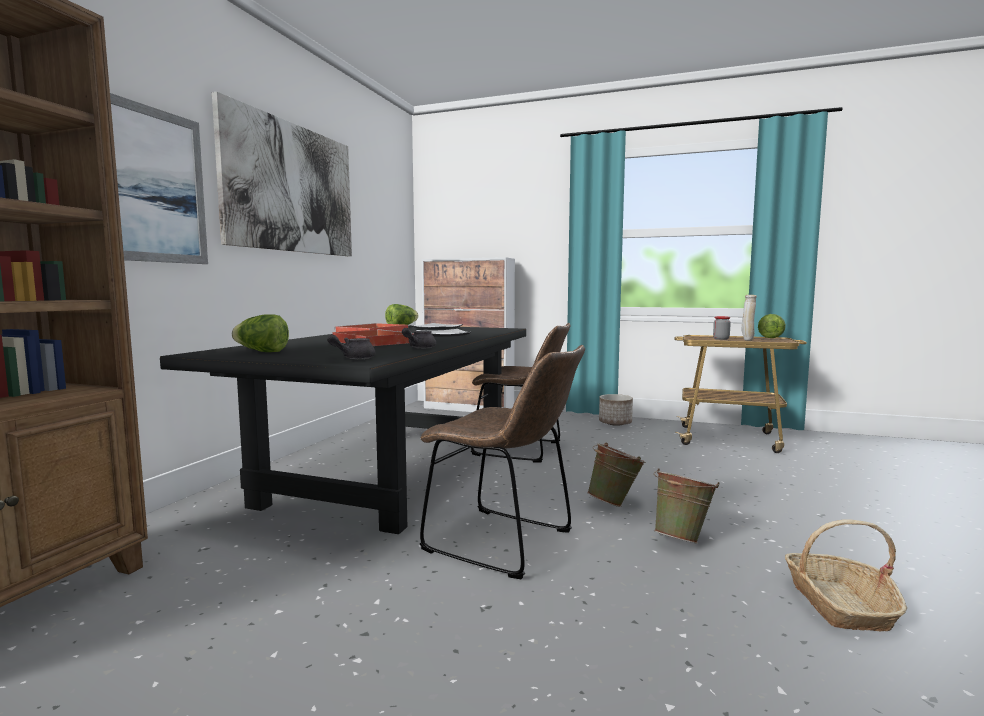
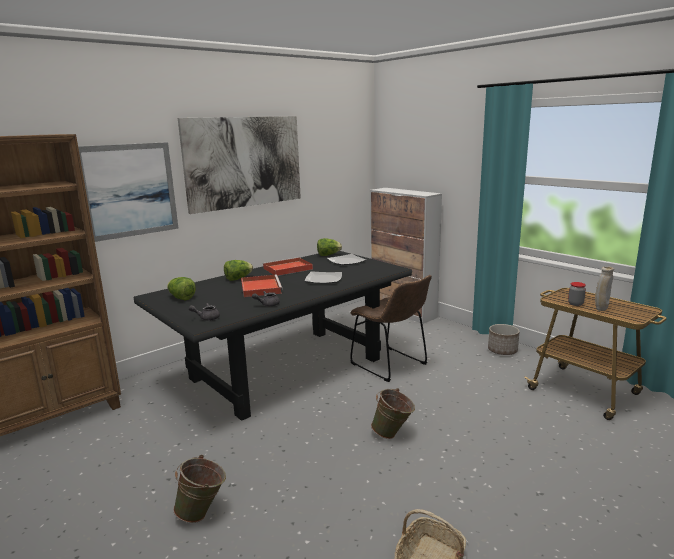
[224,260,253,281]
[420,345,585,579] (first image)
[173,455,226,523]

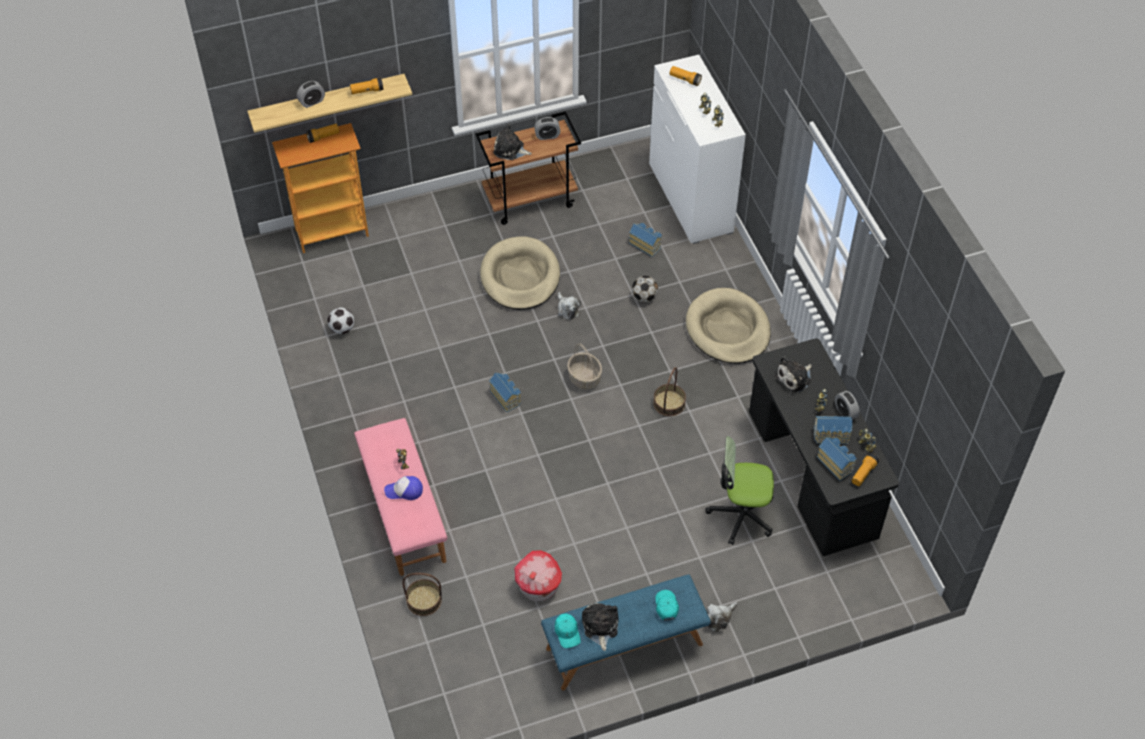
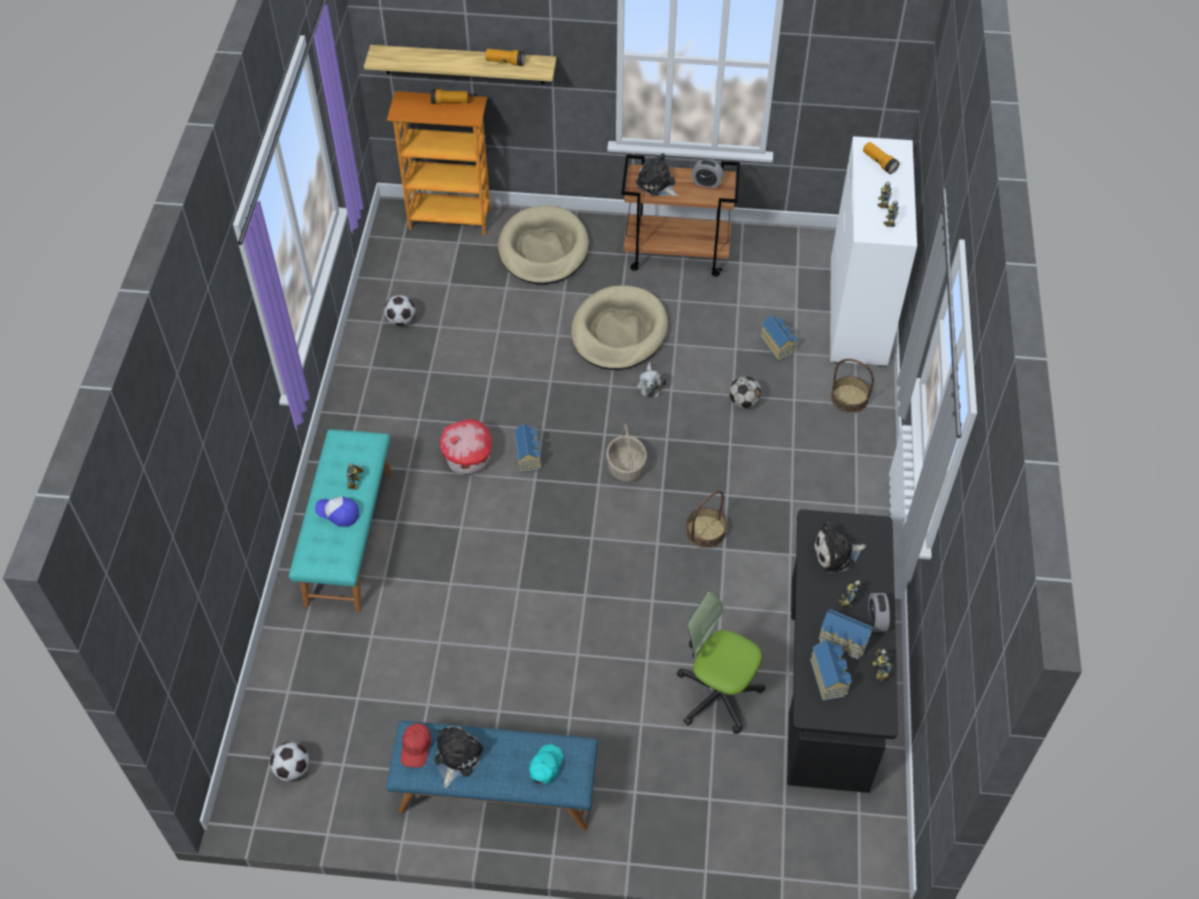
[297,81,325,108] (first image)
[498,205,589,284]
[289,429,392,612]
[851,453,879,486] (first image)
[440,419,492,474]
[831,359,874,413]
[706,602,738,632] (first image)
[401,723,431,768]
[270,742,309,781]

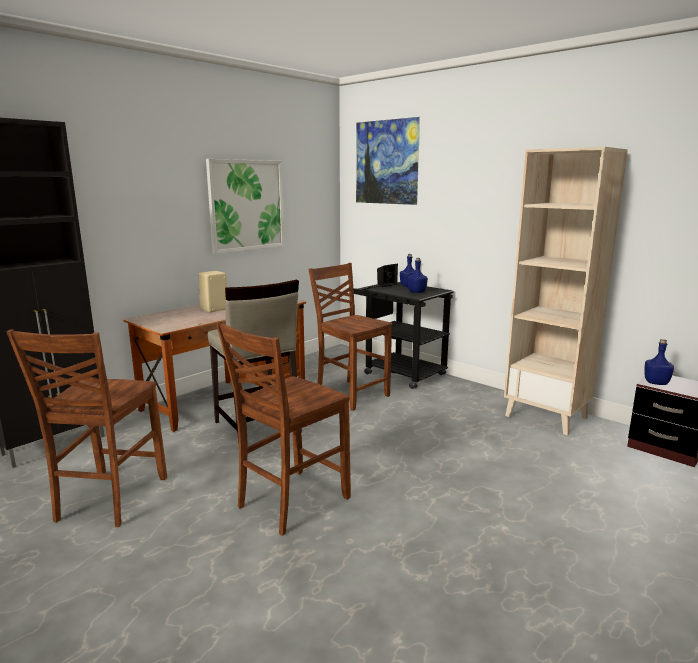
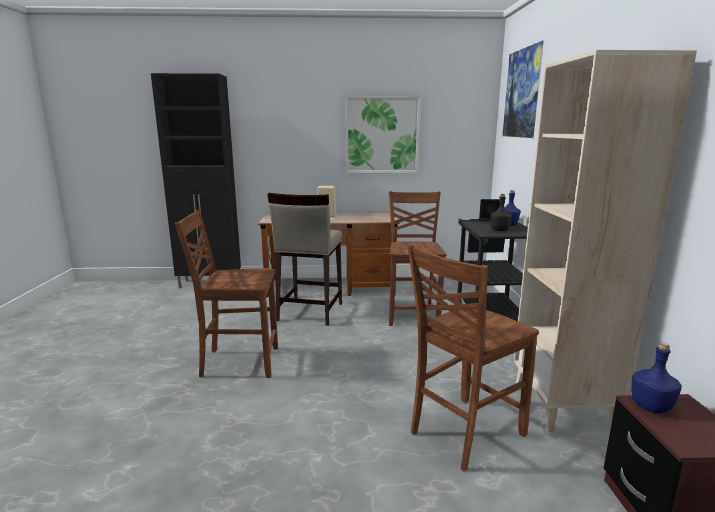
[490,194,512,231]
[408,244,539,472]

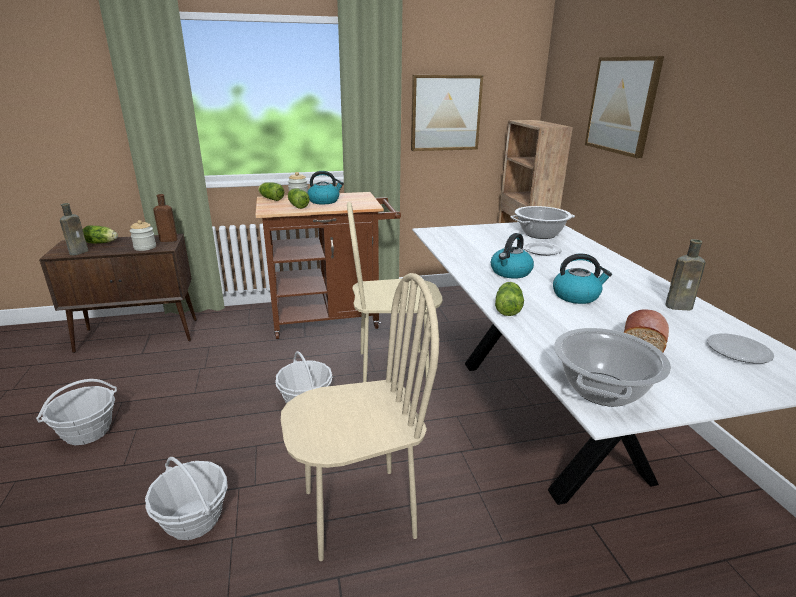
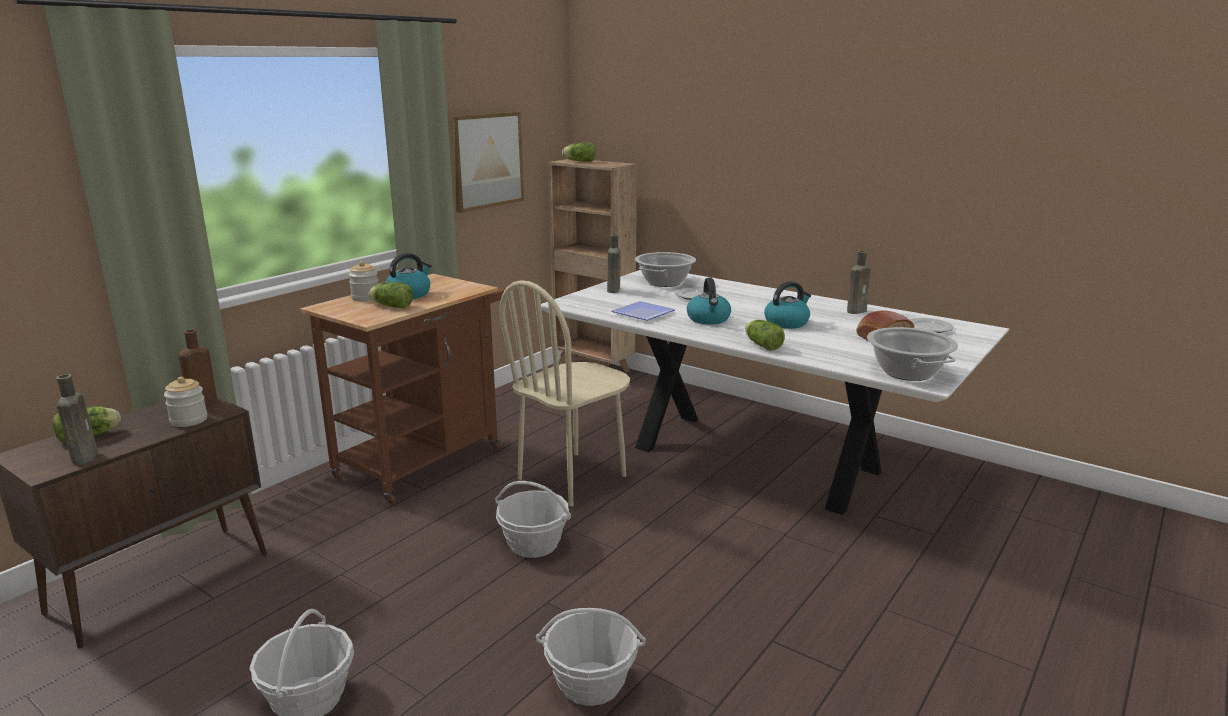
[585,56,664,158] (first image)
[562,142,596,162]
[281,273,439,561] (first image)
[607,234,621,293]
[612,301,675,321]

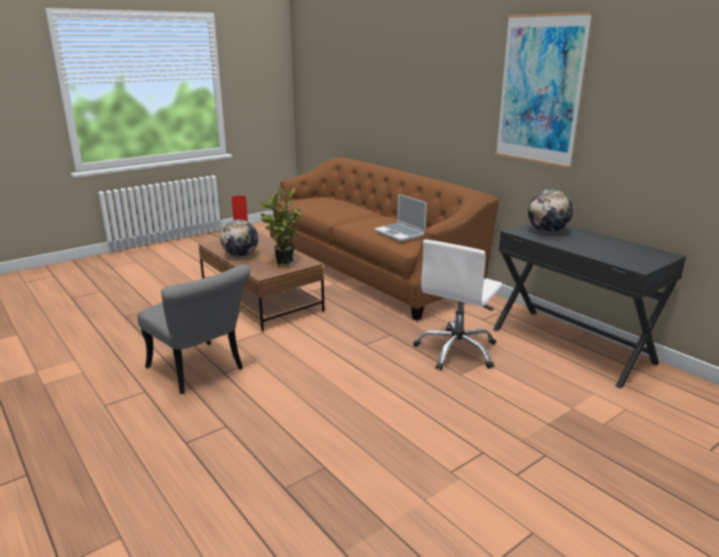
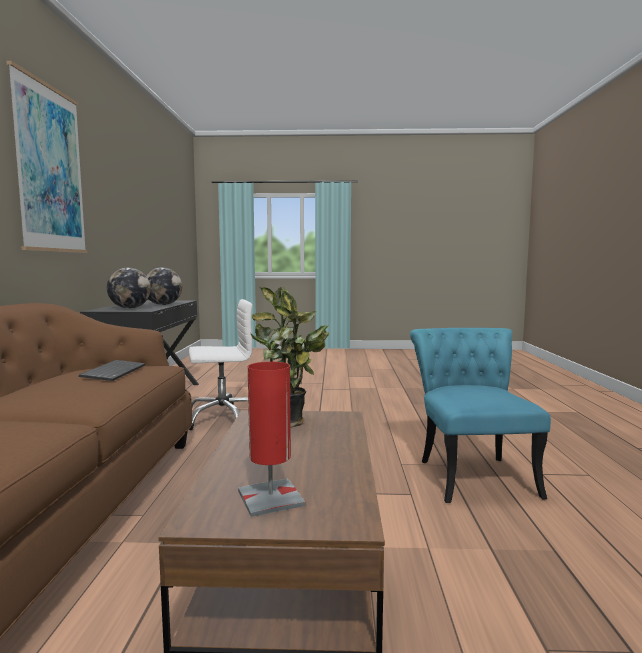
[79,360,145,381]
[146,267,182,305]
[410,328,551,503]

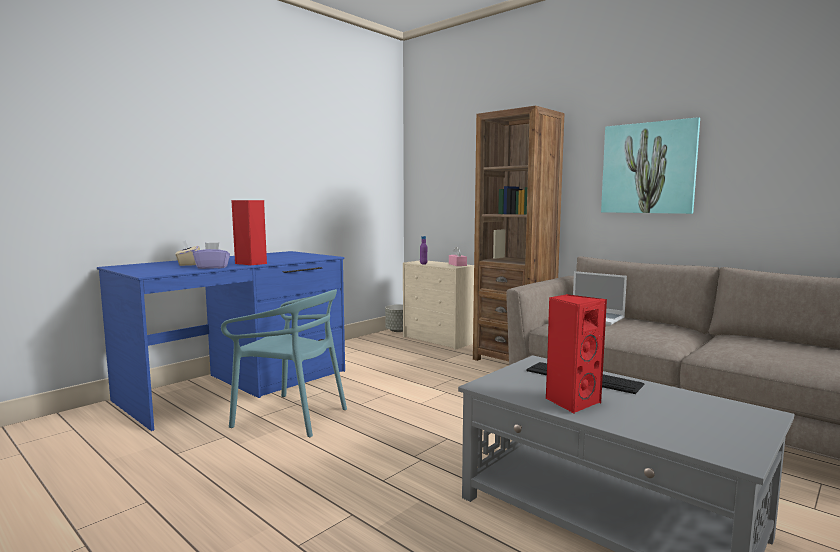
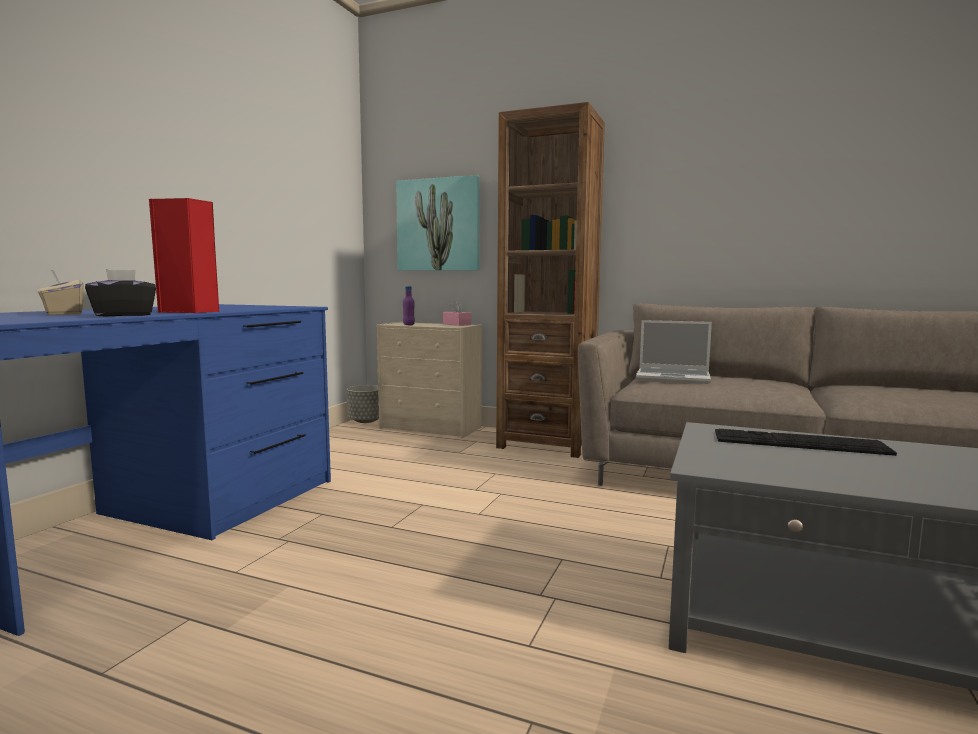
[396,175,480,271]
[85,270,156,316]
[221,289,347,437] (first image)
[545,294,607,413] (first image)

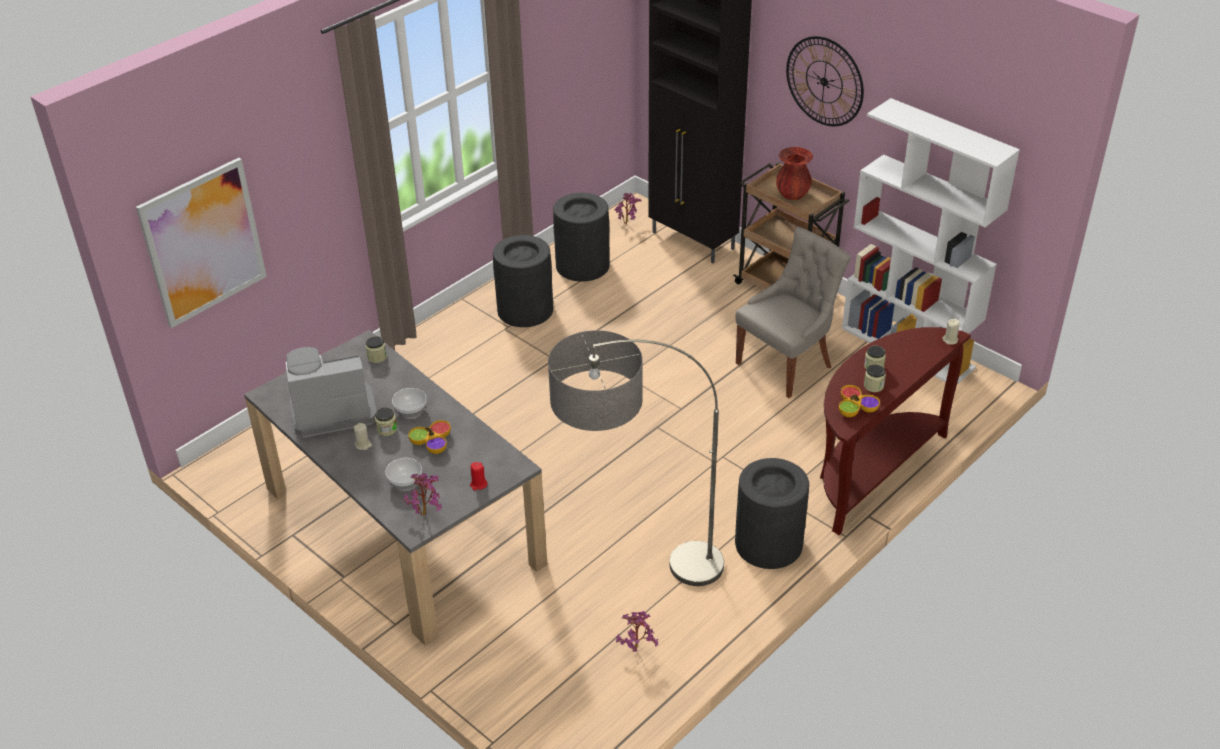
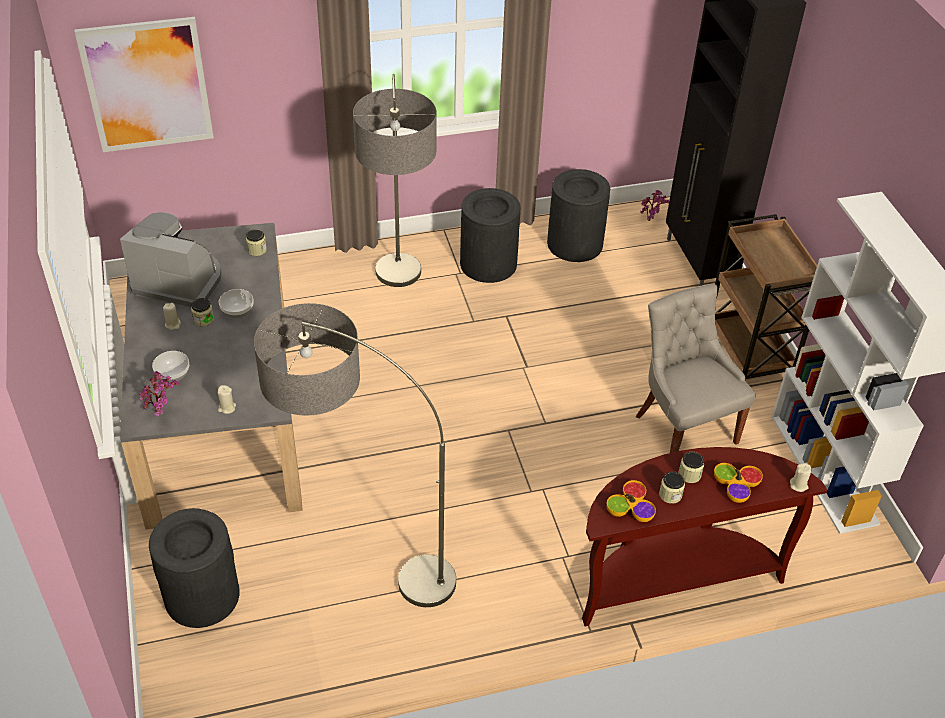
[786,36,864,126] (first image)
[776,147,813,200] (first image)
[636,284,756,453]
[714,463,763,503]
[149,508,240,628]
[218,385,236,414]
[616,611,658,652] (first image)
[353,74,437,287]

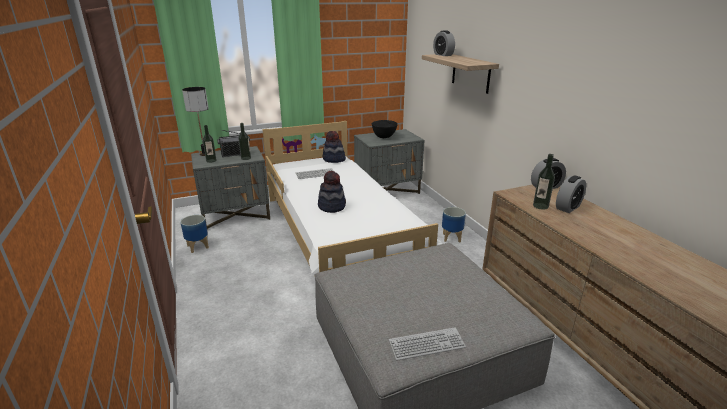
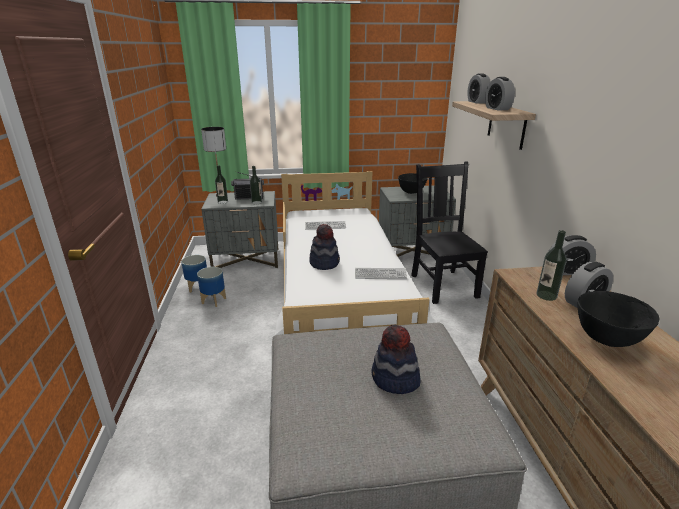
[372,325,420,394]
[197,267,226,307]
[355,268,407,279]
[485,77,515,111]
[411,162,488,304]
[578,291,660,347]

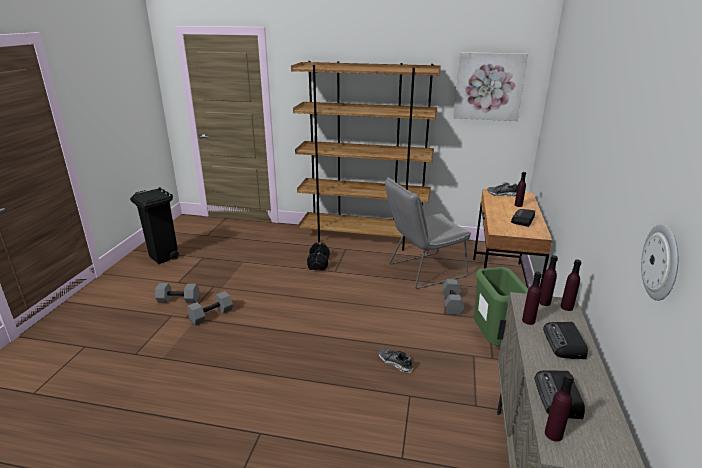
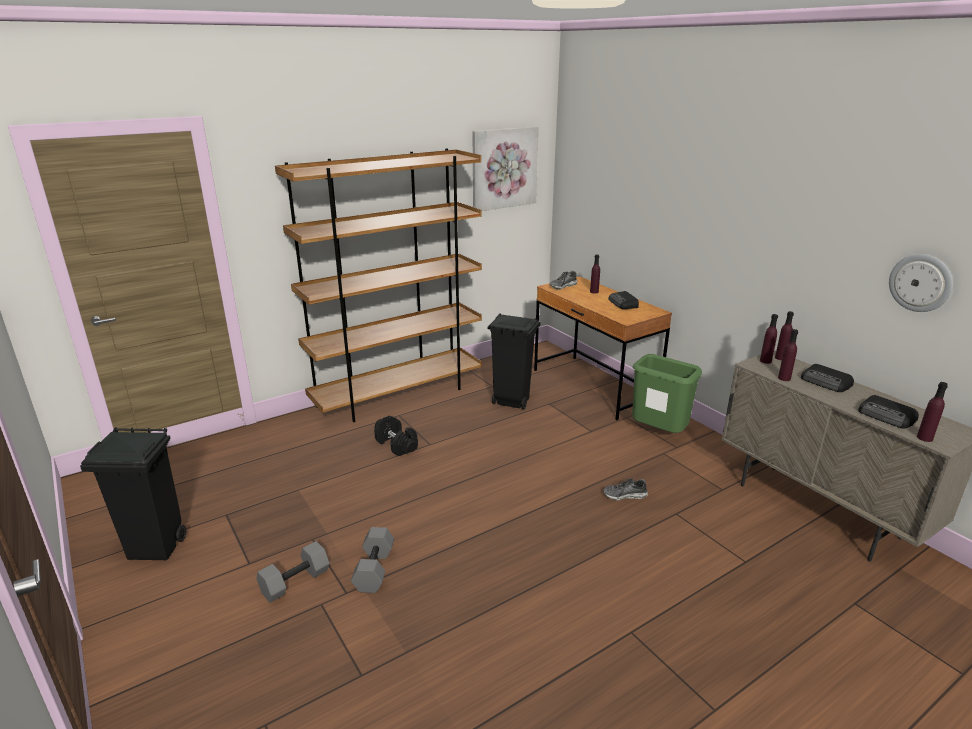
[487,313,540,410]
[442,279,465,315] (first image)

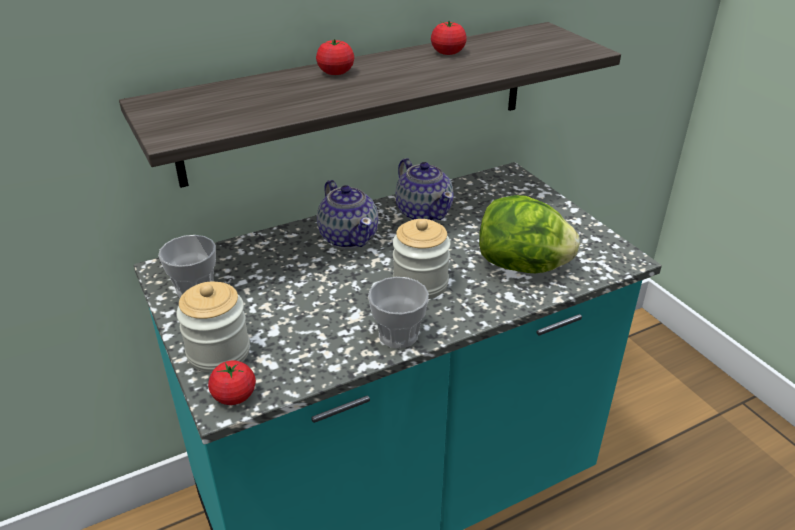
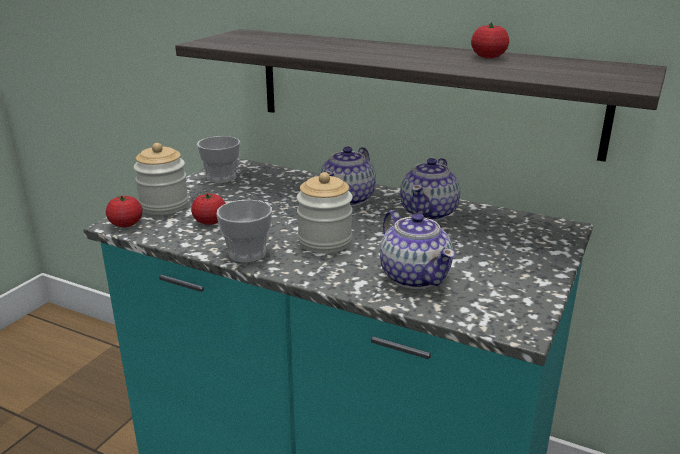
[191,193,226,225]
[380,210,455,289]

